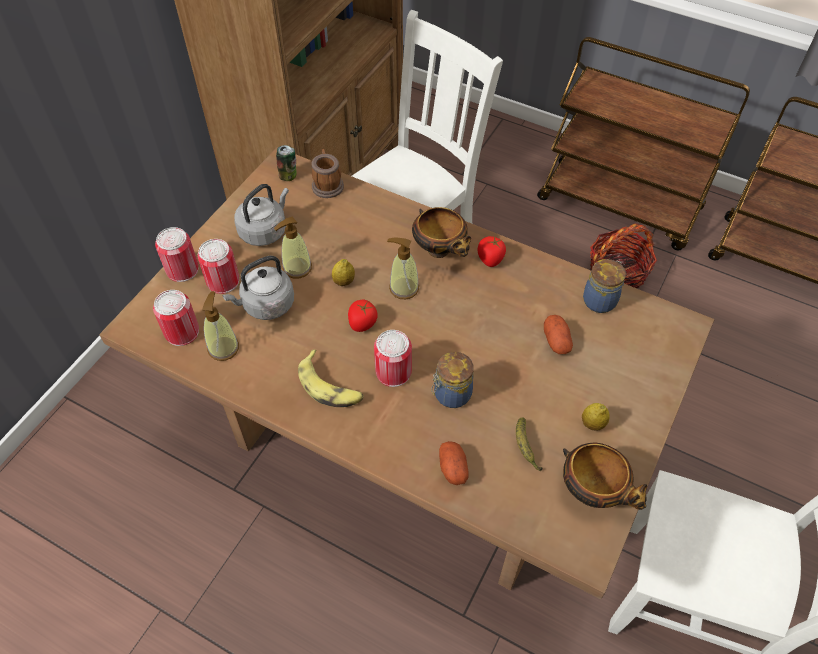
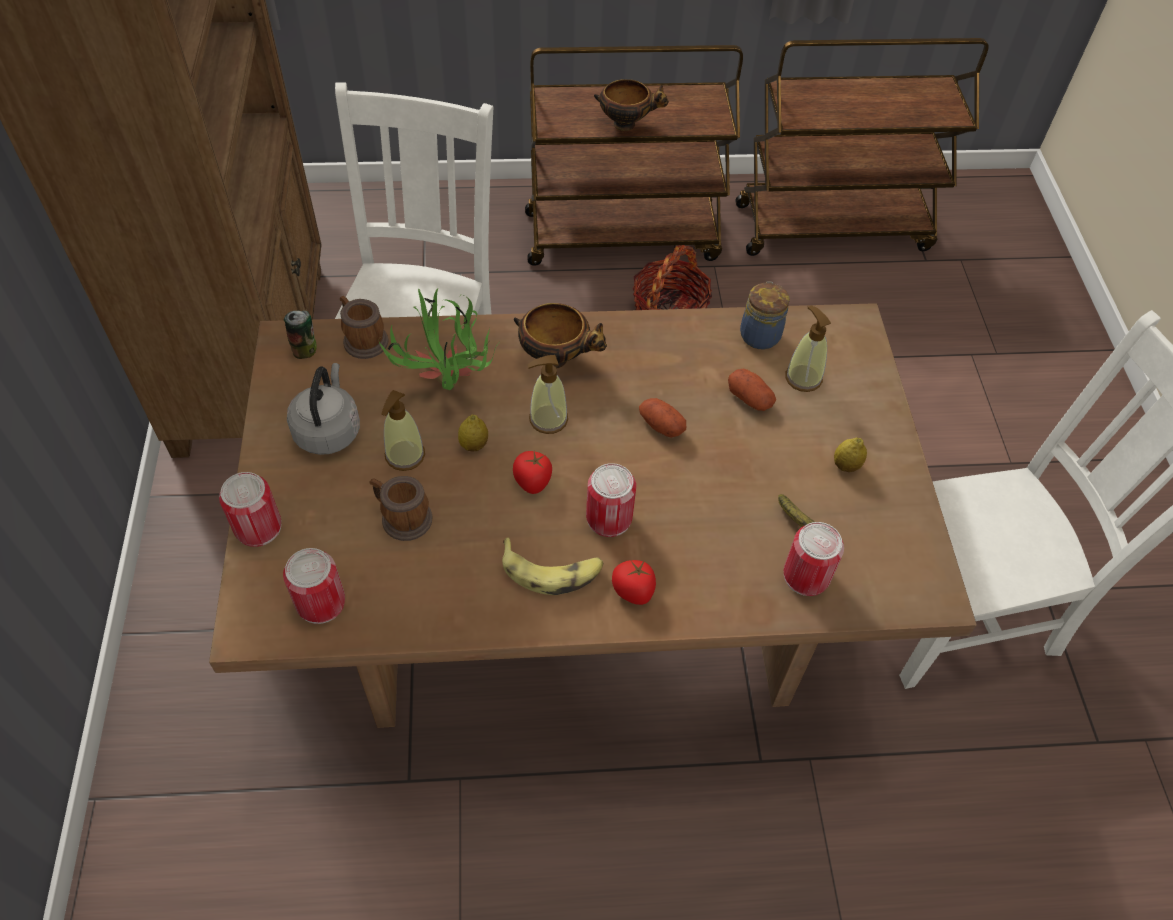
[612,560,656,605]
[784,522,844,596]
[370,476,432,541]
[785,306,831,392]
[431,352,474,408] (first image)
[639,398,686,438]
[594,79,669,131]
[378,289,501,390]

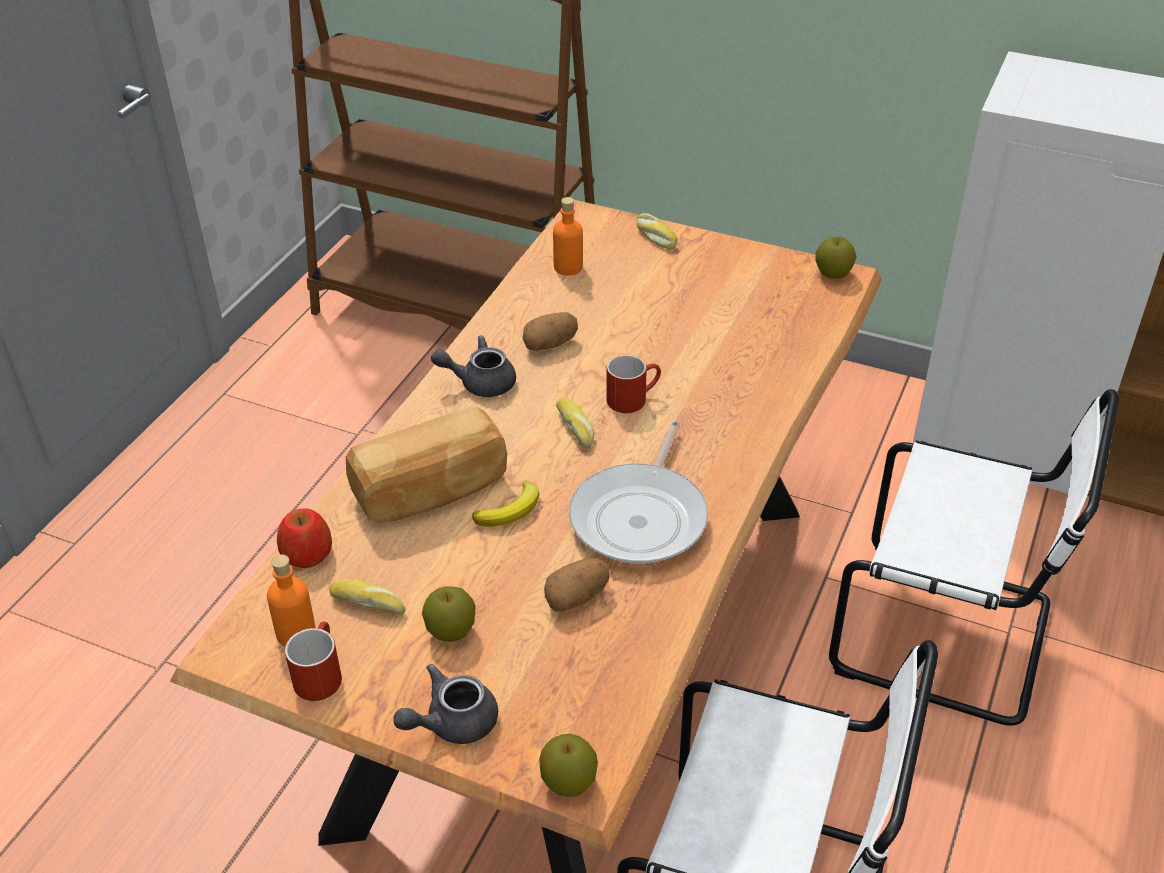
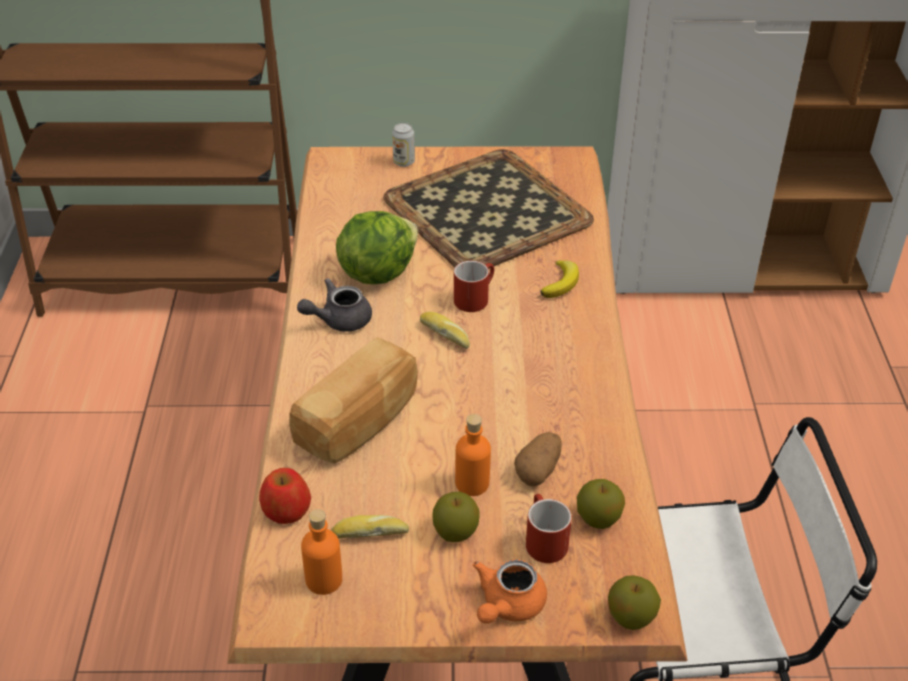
[455,414,491,496]
[392,123,415,167]
[577,479,625,529]
[336,211,418,284]
[829,389,1119,726] (first image)
[569,420,708,564] (first image)
[540,260,579,298]
[526,494,572,563]
[472,559,547,624]
[384,149,594,269]

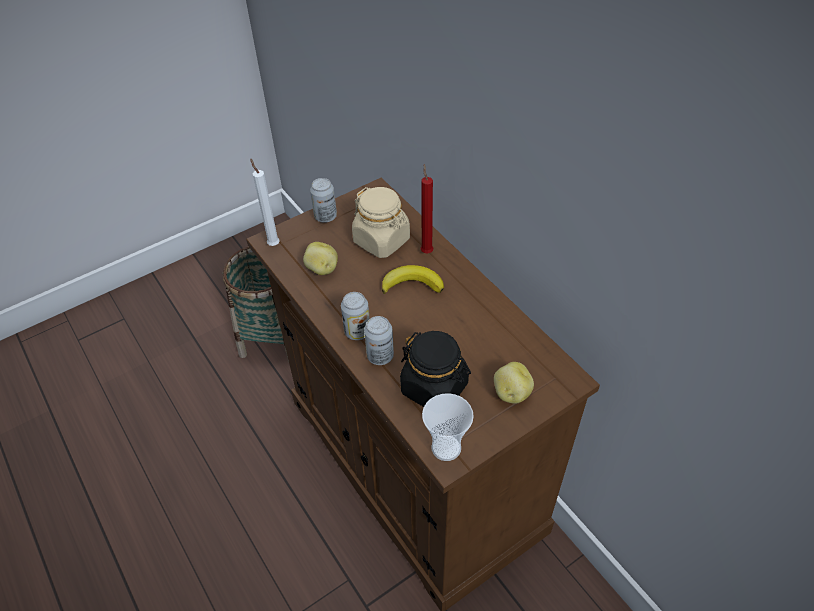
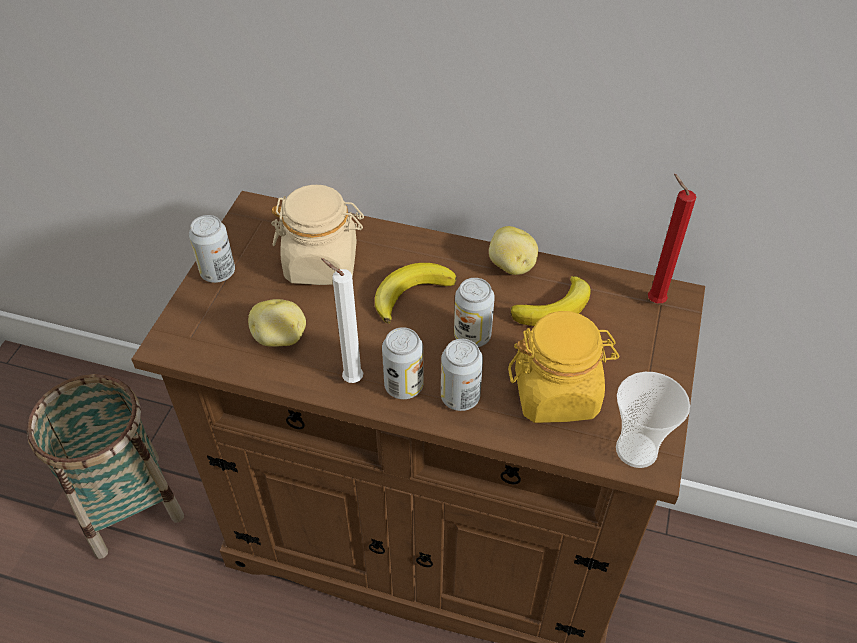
[321,258,363,383]
[648,174,696,303]
[508,311,620,423]
[489,226,538,275]
[510,276,591,326]
[454,278,495,347]

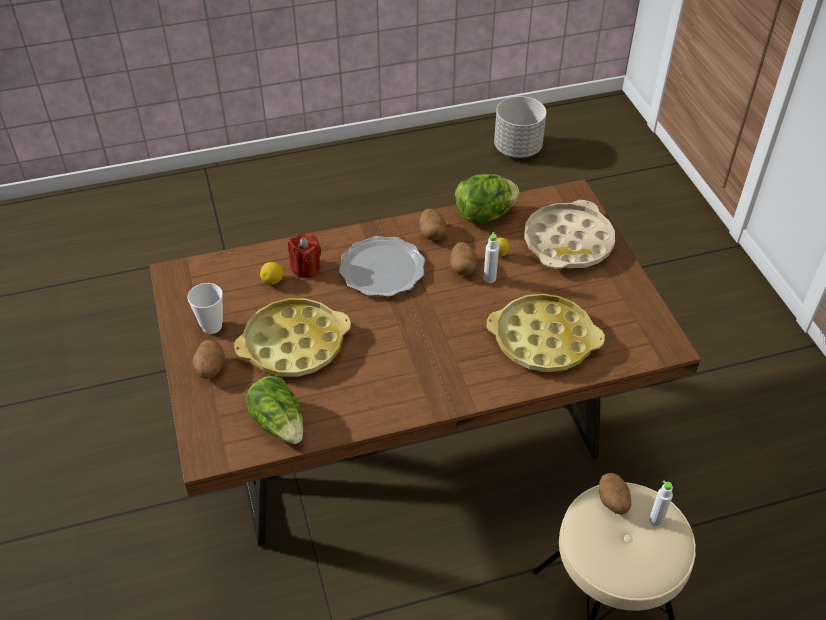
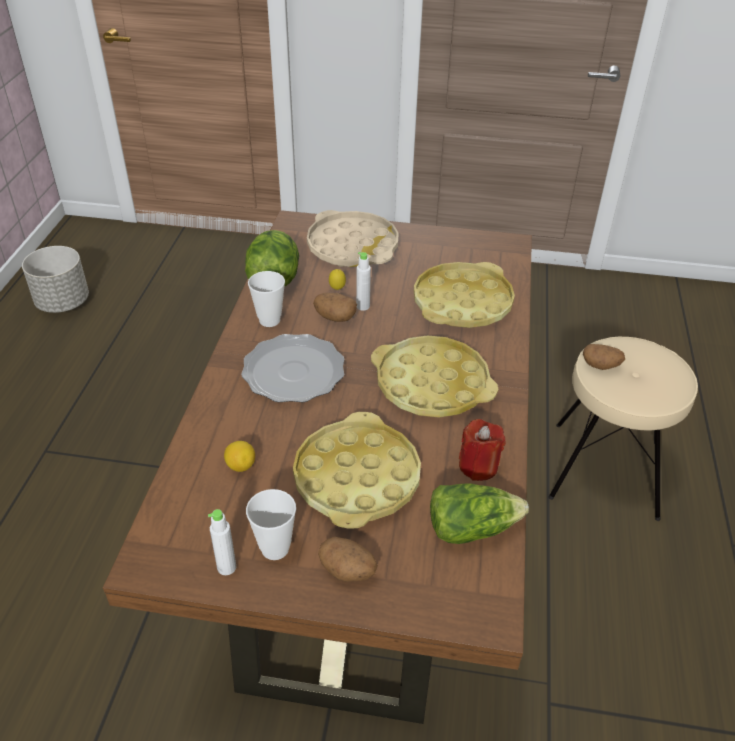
[248,271,285,327]
[459,419,506,481]
[208,509,236,575]
[371,335,498,417]

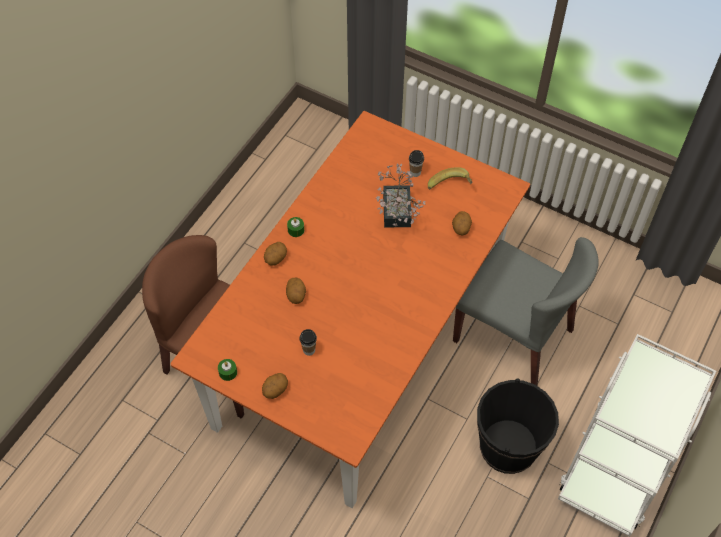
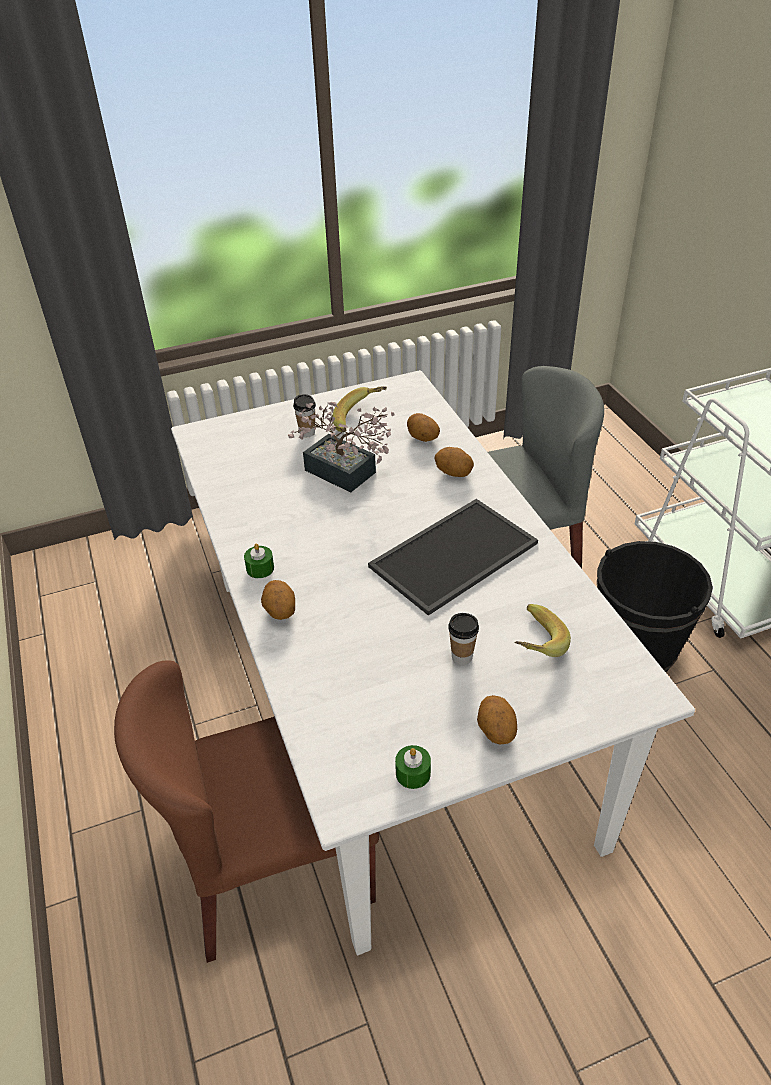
[171,370,695,955]
[434,447,474,477]
[368,499,538,616]
[515,604,571,657]

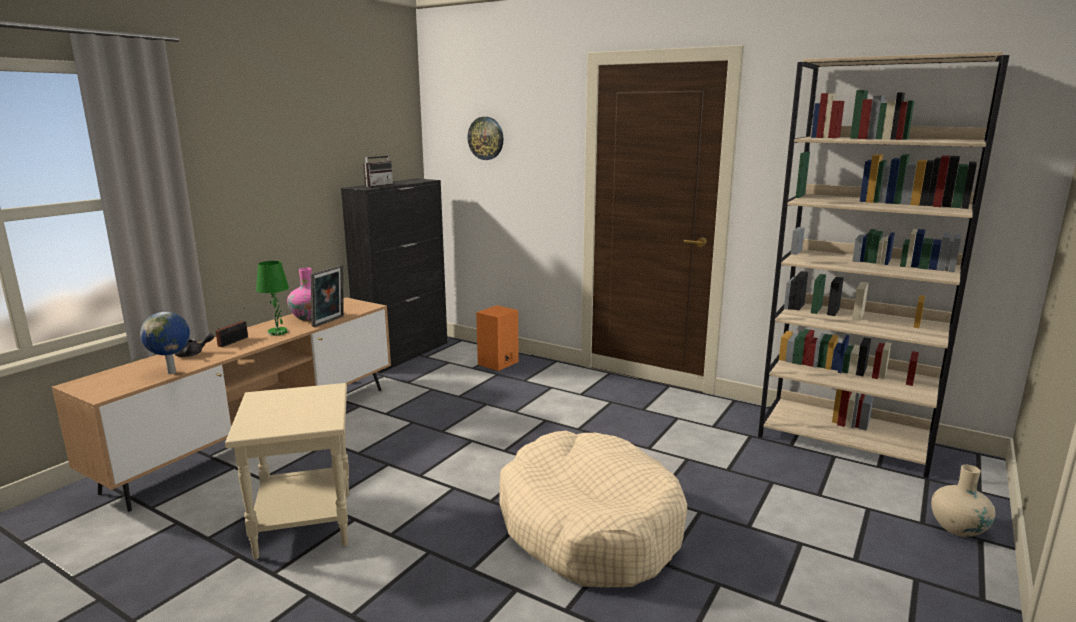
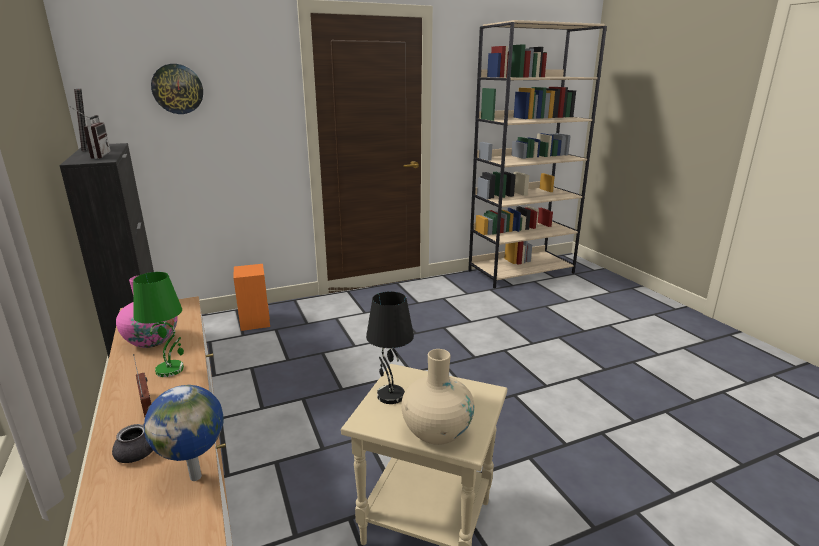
[74,88,88,151]
[499,431,687,587] (first image)
[401,349,474,445]
[366,291,414,404]

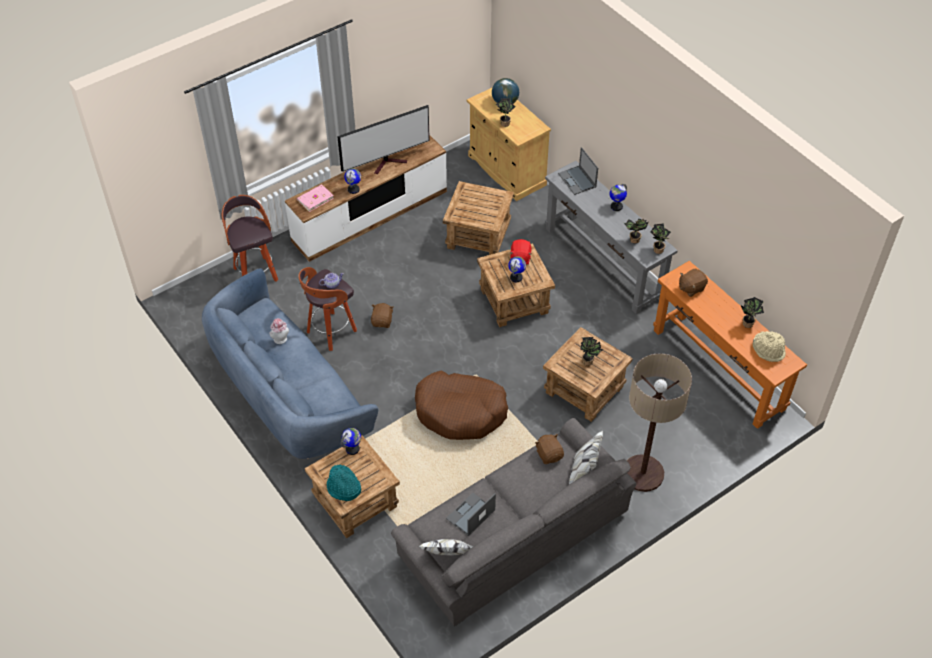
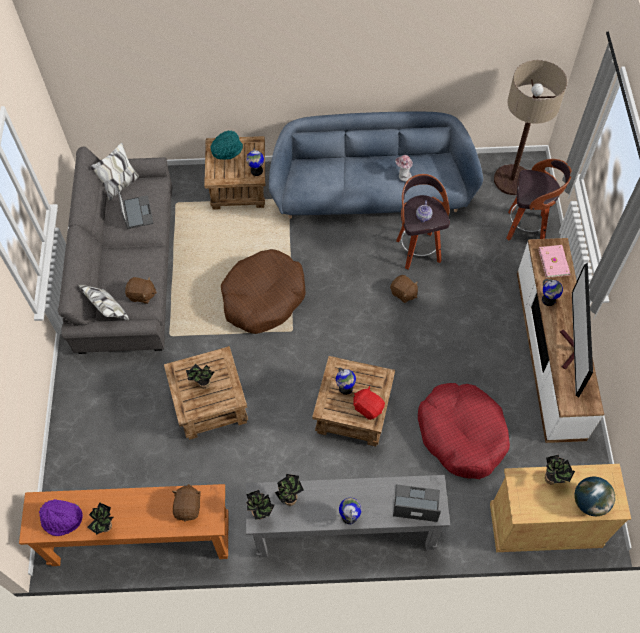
[418,383,510,479]
[39,499,83,536]
[494,60,567,195]

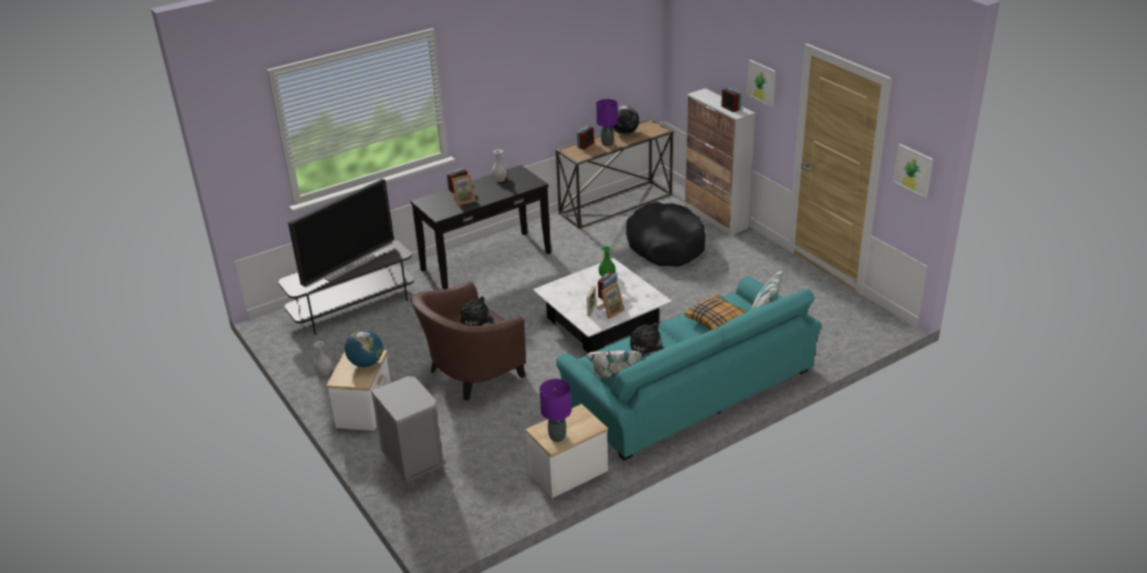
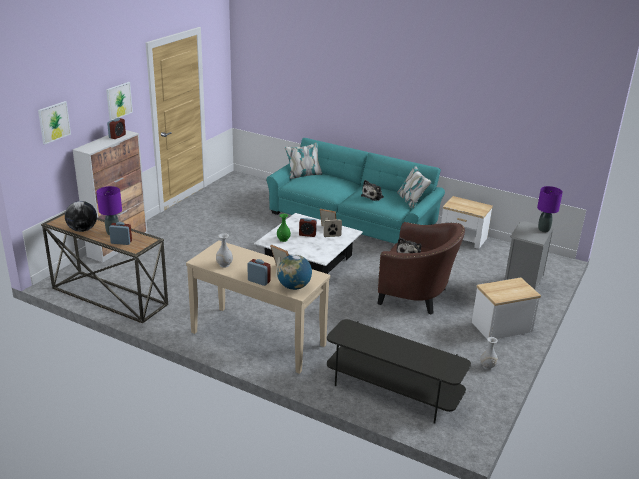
[38,101,71,144]
[186,240,331,374]
[288,179,394,287] (first image)
[626,202,705,267] (first image)
[685,295,748,330] (first image)
[277,255,312,290]
[537,186,563,232]

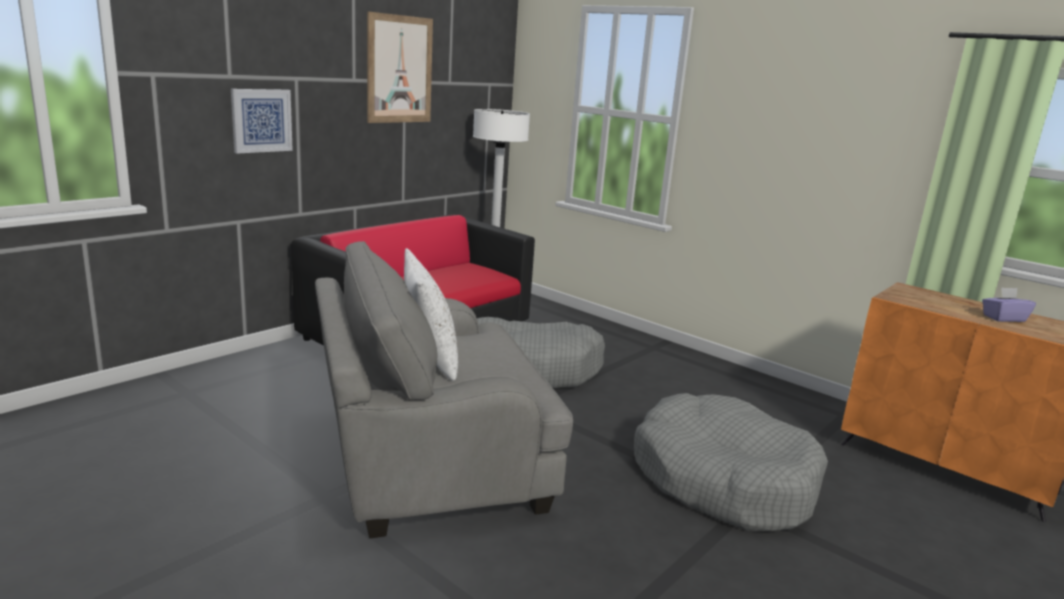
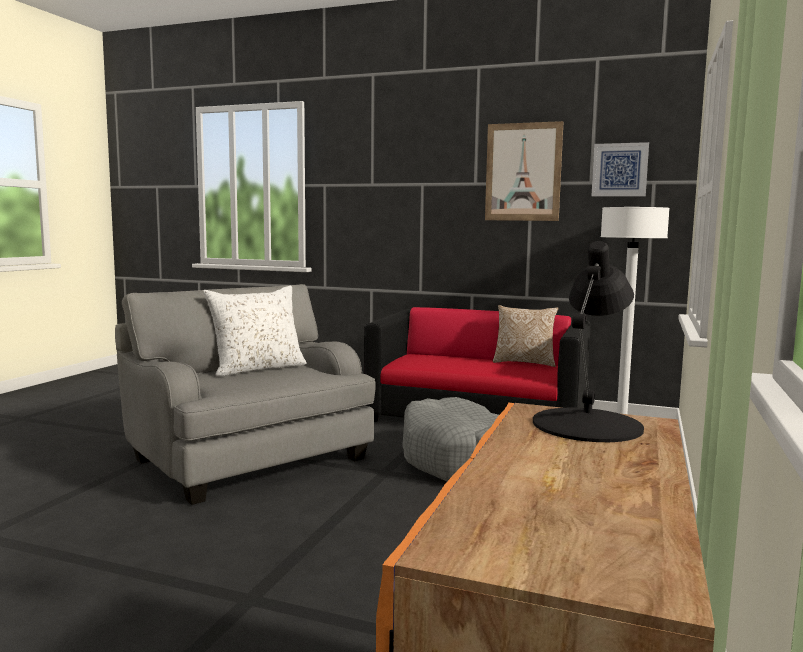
[591,142,649,197]
[982,287,1036,322] (first image)
[634,393,828,531] (first image)
[533,241,644,442]
[493,305,558,367]

